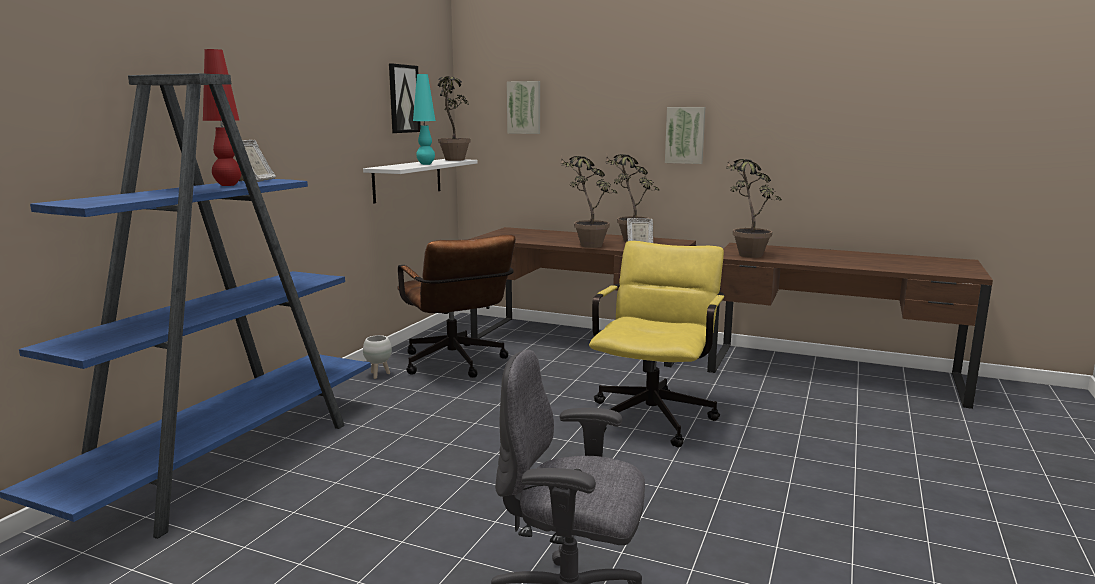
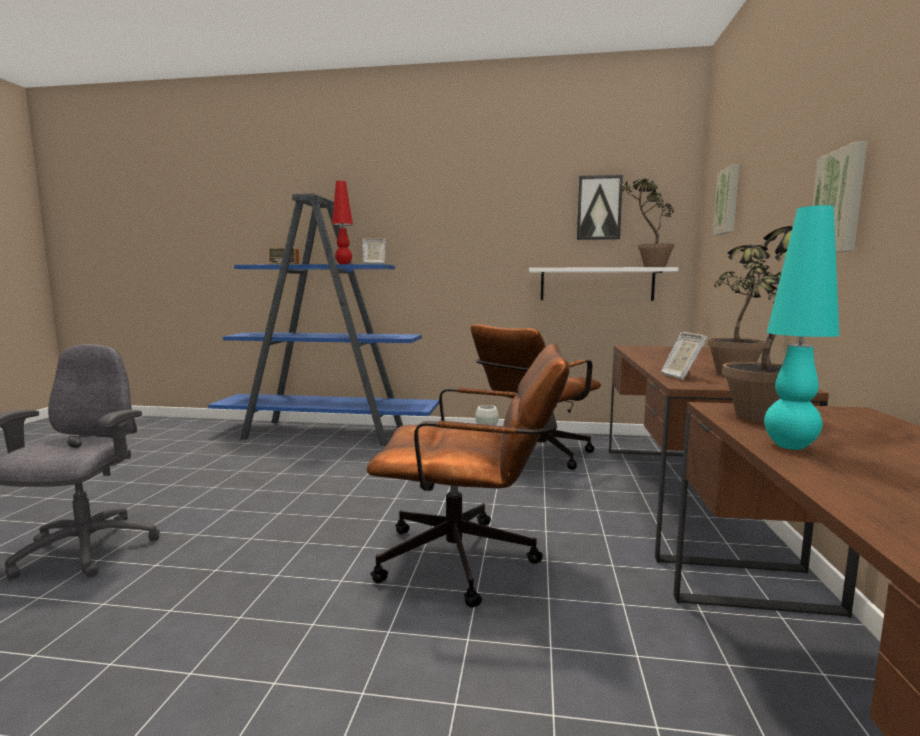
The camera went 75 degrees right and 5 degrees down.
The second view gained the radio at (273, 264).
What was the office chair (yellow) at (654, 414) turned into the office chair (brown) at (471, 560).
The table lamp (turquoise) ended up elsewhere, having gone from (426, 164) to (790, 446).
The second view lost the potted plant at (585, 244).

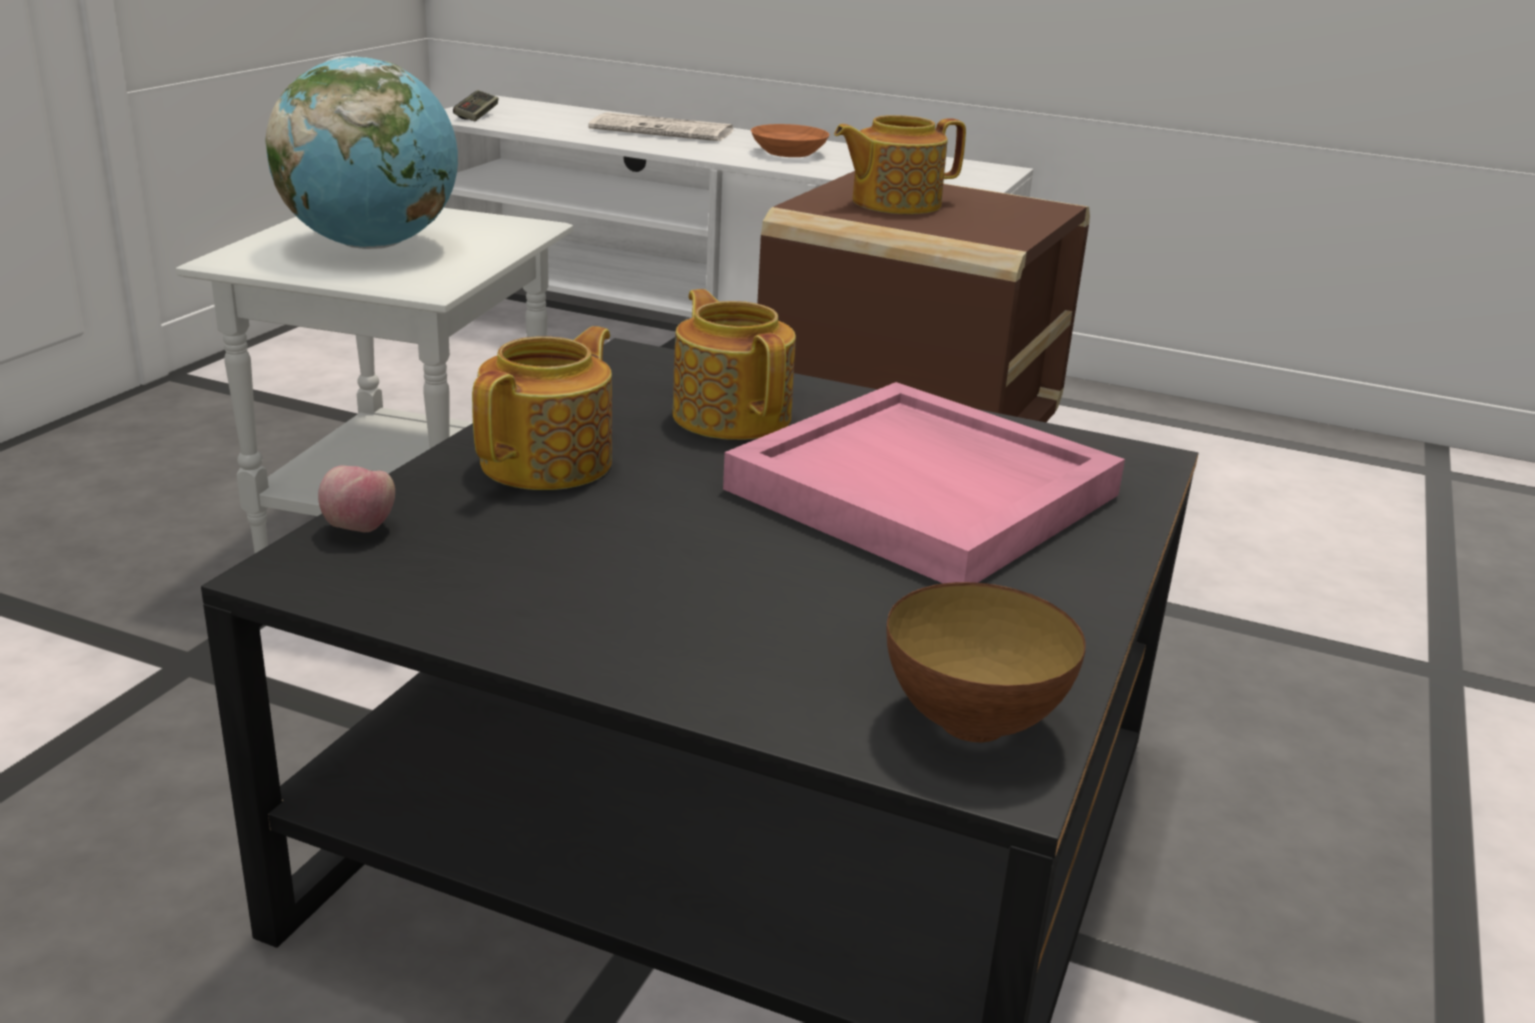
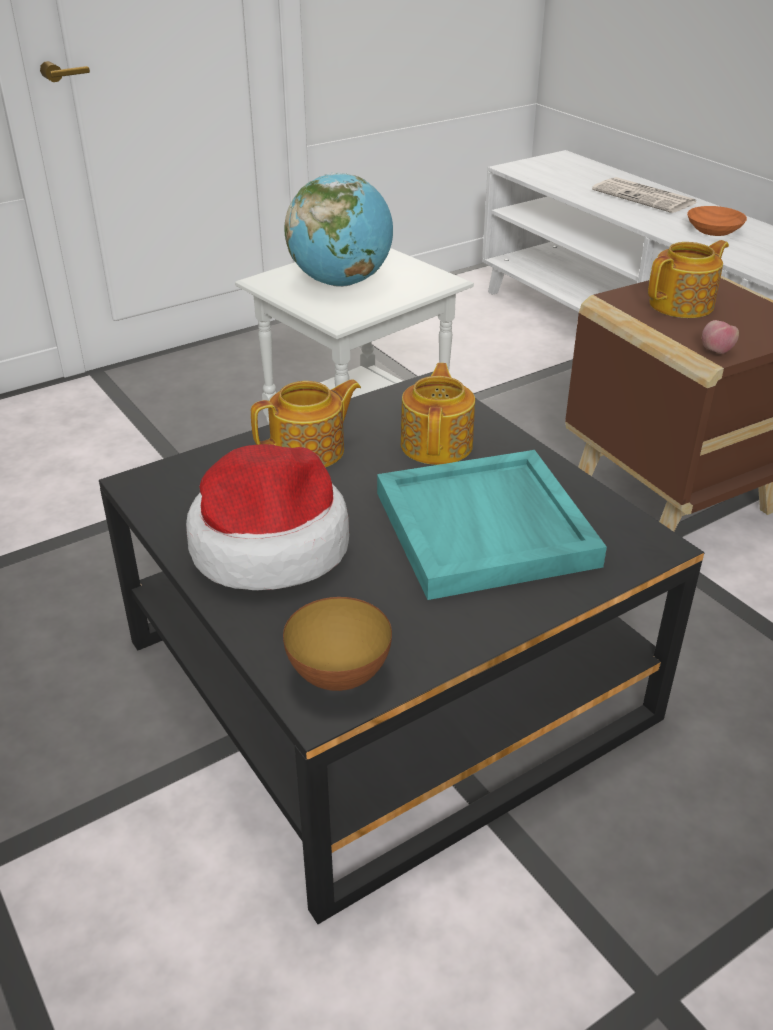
The camera went 35 degrees right and 10 degrees up.
The second view gained the hat at (269, 545).
What was the tray (pink) at (927, 492) turned into the tray (turquoise) at (487, 529).
The teapot at (893, 203) ended up facing another way, 135 degrees clockwise from before.
The apple ended up elsewhere, having gone from (359, 528) to (716, 351).
The second view lost the game controller at (476, 116).

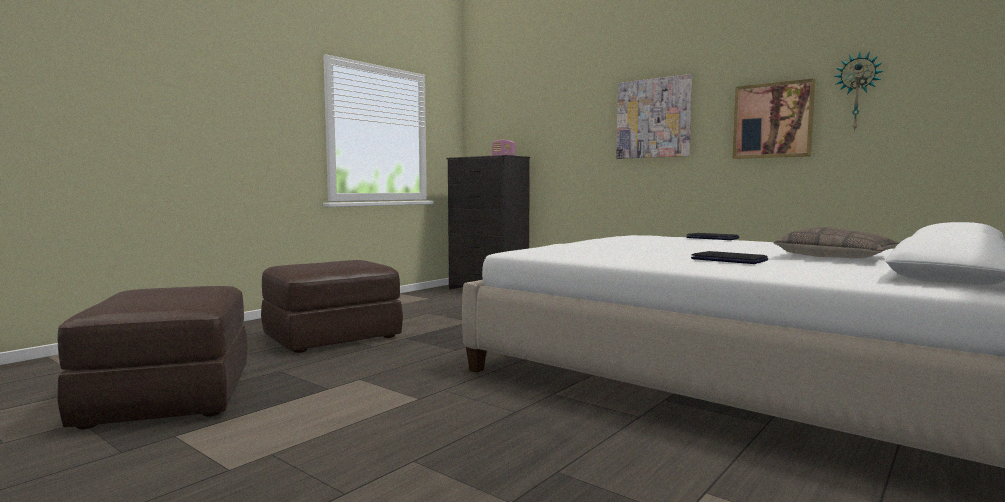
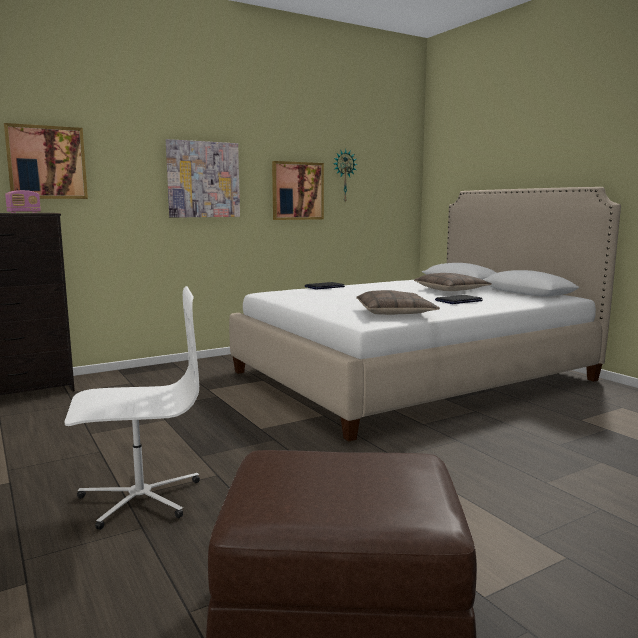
The camera went 70 degrees left and 5 degrees up.
The second view gained the picture at (47, 162).
Where the ottoman (brown) stood at (331, 337), the office chair (white) came to stand at (139, 497).
The second view gained the pillow at (395, 313).

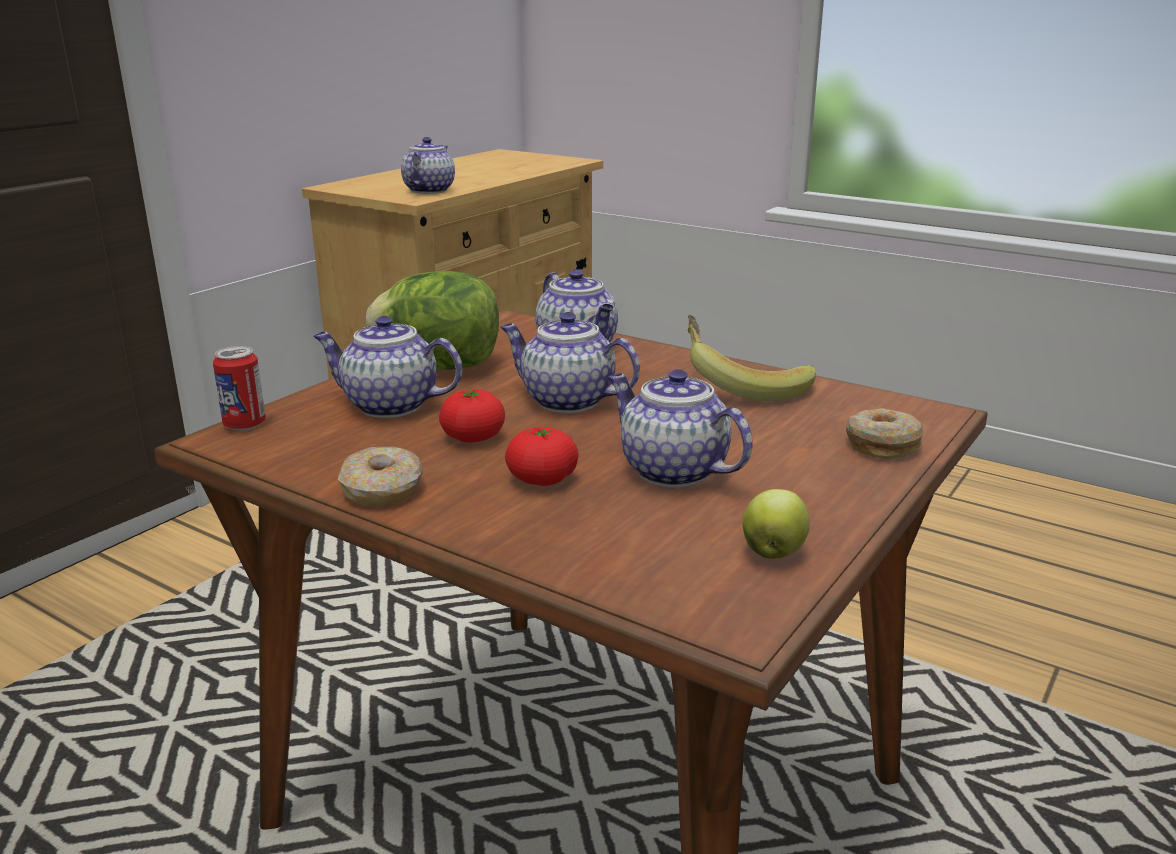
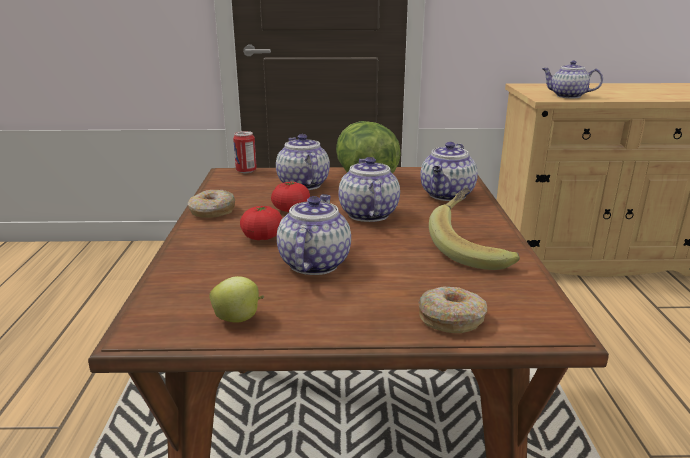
The camera went 55 degrees right and 0 degrees up.
The teapot at (429, 190) ended up facing another way, 135 degrees counterclockwise from before.

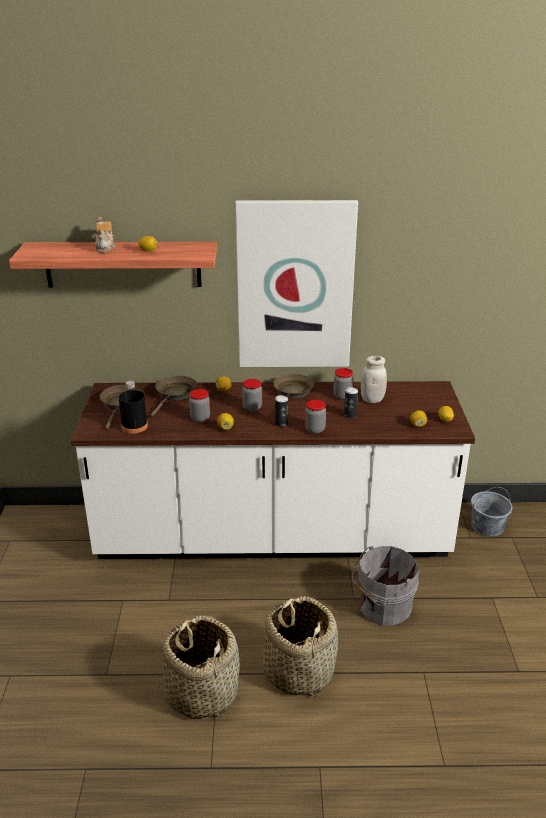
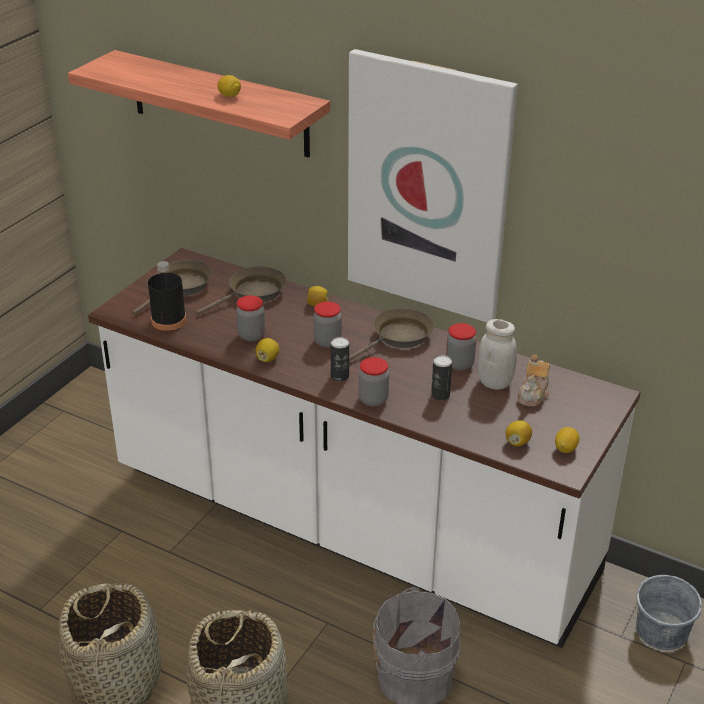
The camera went 30 degrees right and 5 degrees up.
The teapot ended up elsewhere, having gone from (105, 248) to (533, 394).

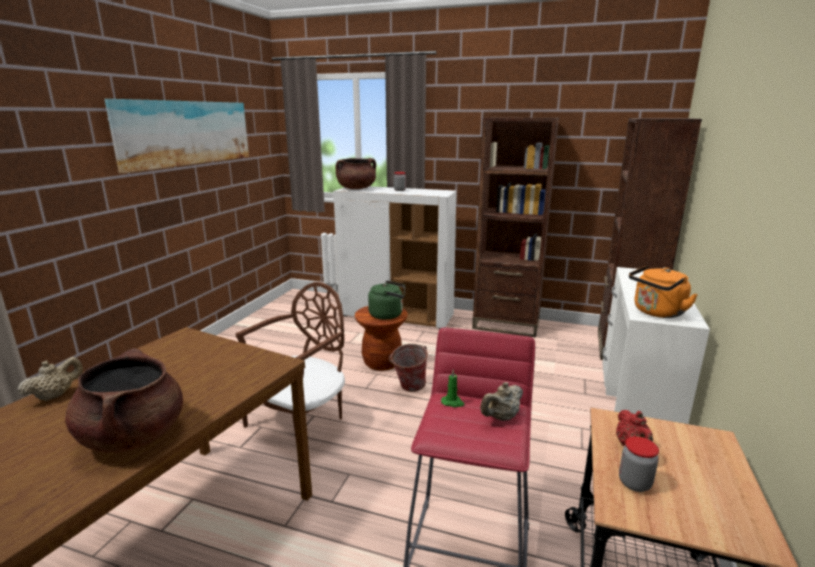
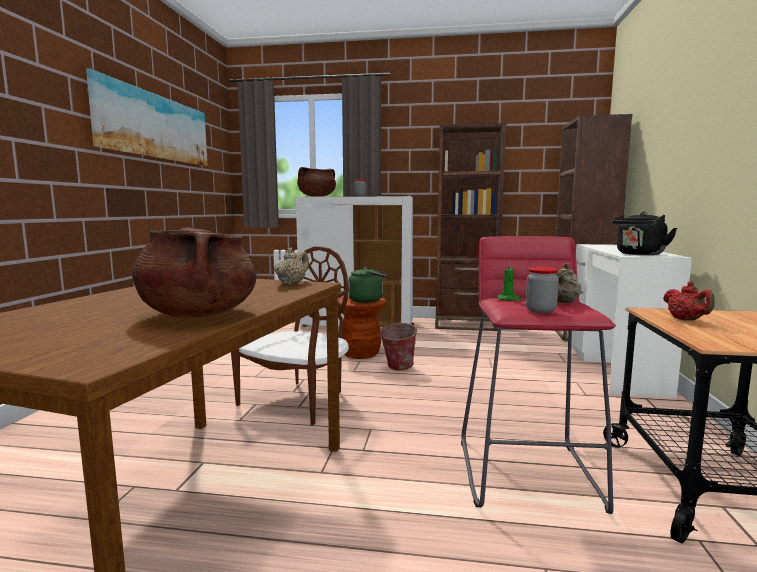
The camera went 10 degrees left and 10 degrees down.
The teapot (beige) ended up elsewhere, having gone from (56, 395) to (292, 284).
The jar ended up elsewhere, having gone from (634, 483) to (540, 311).
What was the kettle (orange) at (656, 313) turned into the kettle (black) at (639, 254).

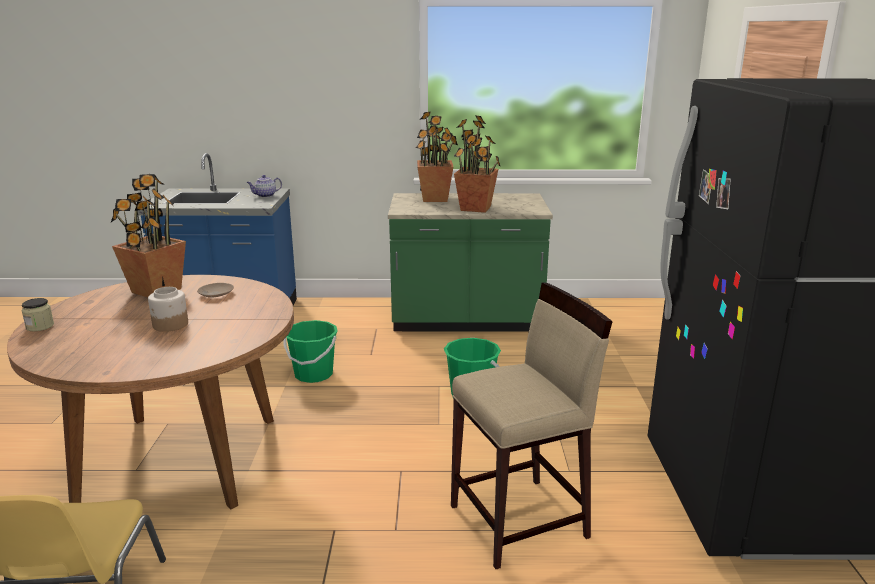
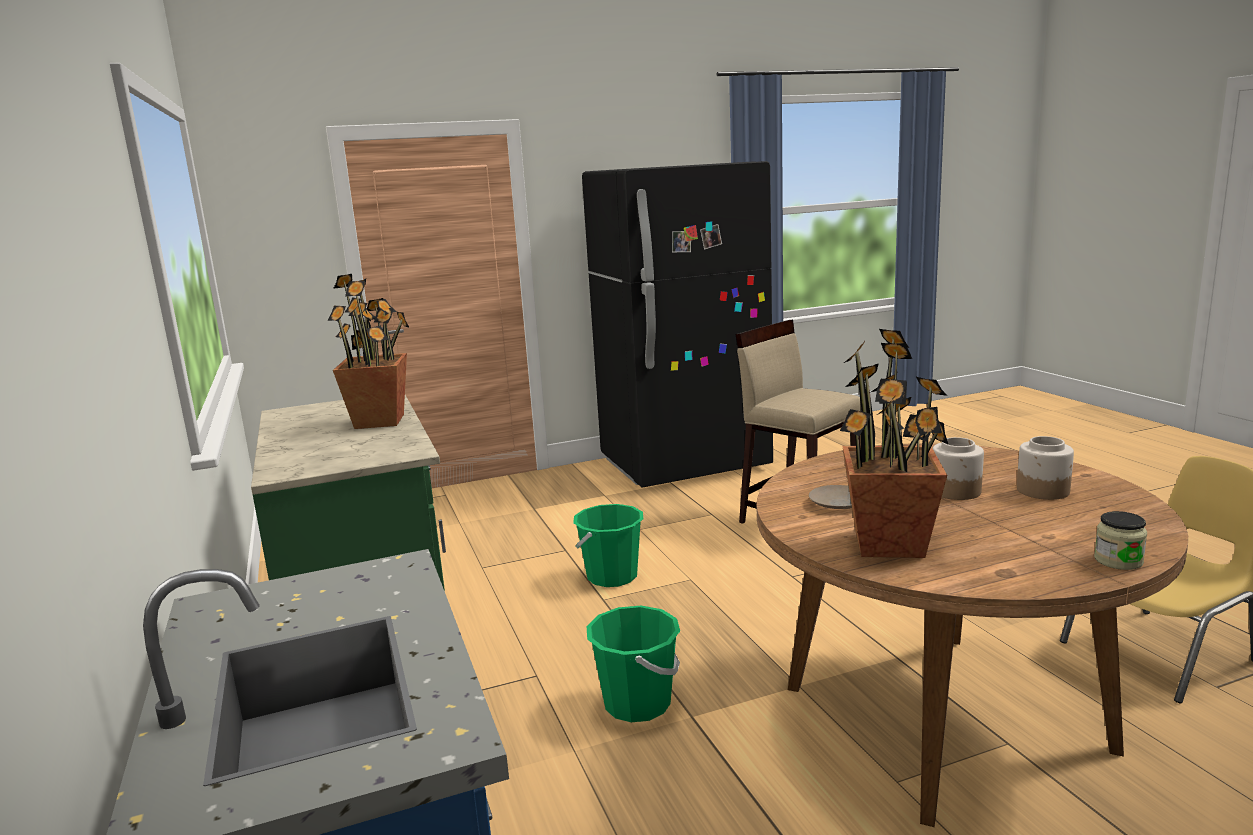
The camera went 110 degrees left and 5 degrees down.
The second view gained the jar at (1043, 491).
The second view lost the teapot at (265, 196).
The second view lost the potted plant at (435, 199).

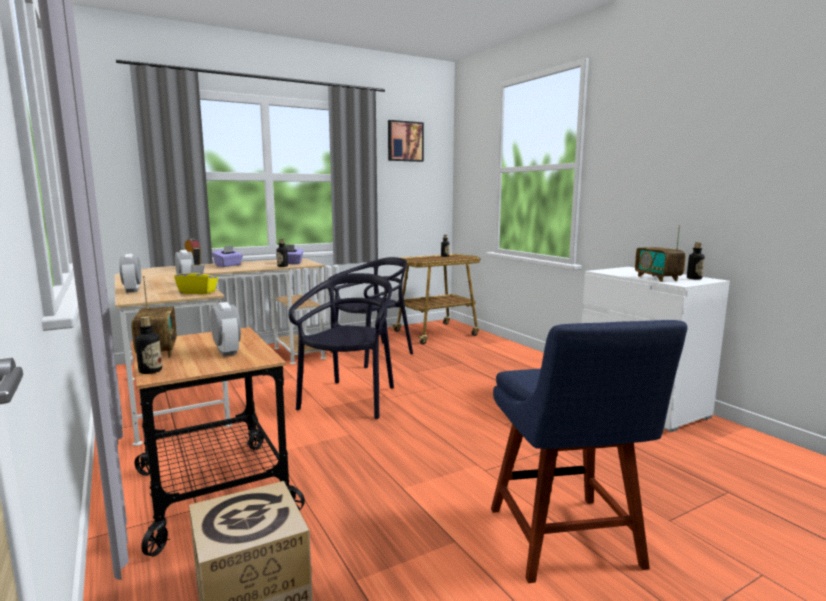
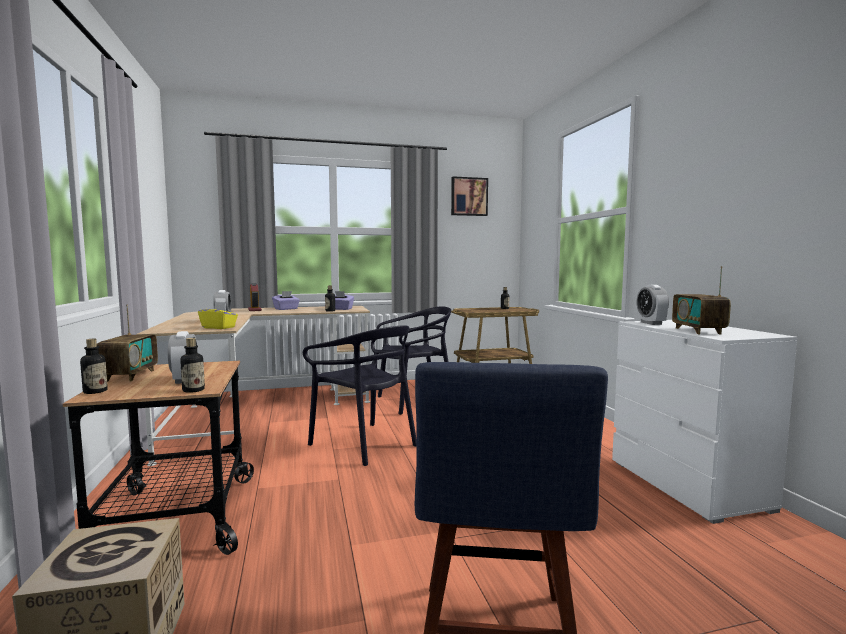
The camera went 15 degrees right and 5 degrees down.
The bottle ended up elsewhere, having gone from (694, 278) to (193, 390).
The chair (black) at (350, 399) ended up facing another way, 105 degrees clockwise from before.
The alarm clock ended up elsewhere, having gone from (133, 290) to (651, 323).

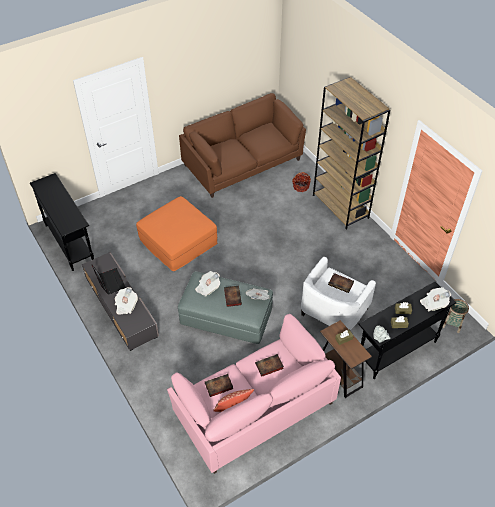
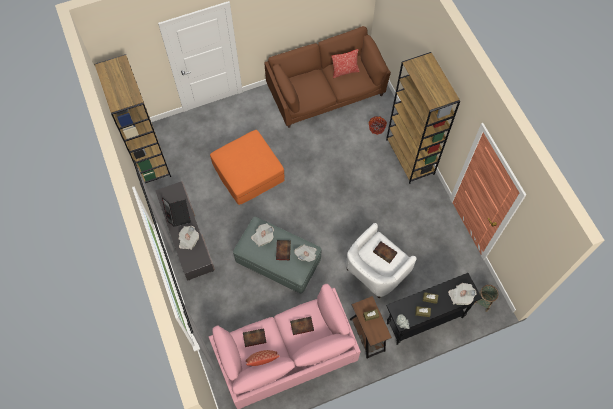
The camera went 10 degrees right and 15 degrees up.
Where the console table (black) stood at (69, 243), the bookcase (brown) came to stand at (149, 158).
The second view gained the pillow at (345, 71).

